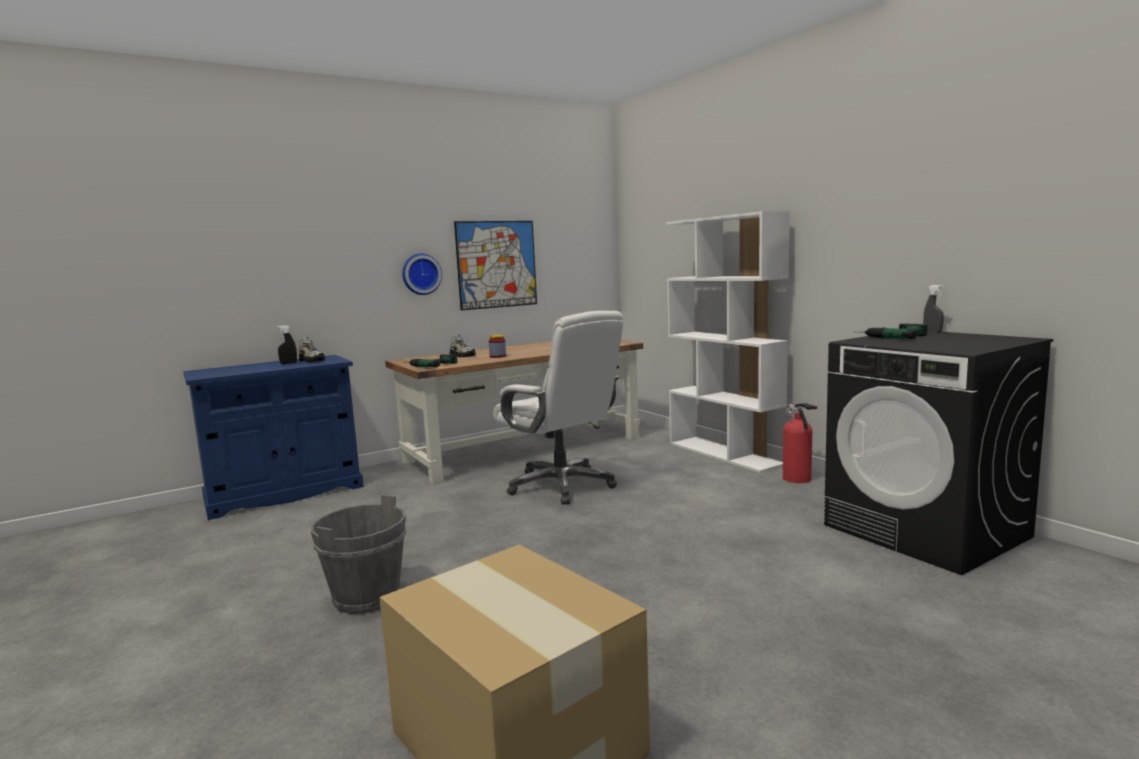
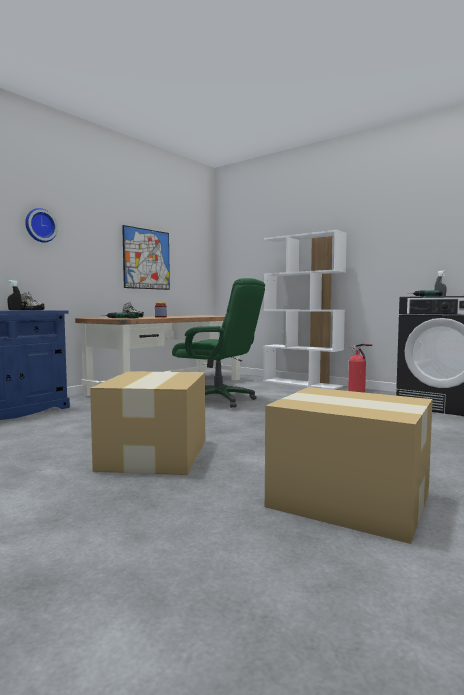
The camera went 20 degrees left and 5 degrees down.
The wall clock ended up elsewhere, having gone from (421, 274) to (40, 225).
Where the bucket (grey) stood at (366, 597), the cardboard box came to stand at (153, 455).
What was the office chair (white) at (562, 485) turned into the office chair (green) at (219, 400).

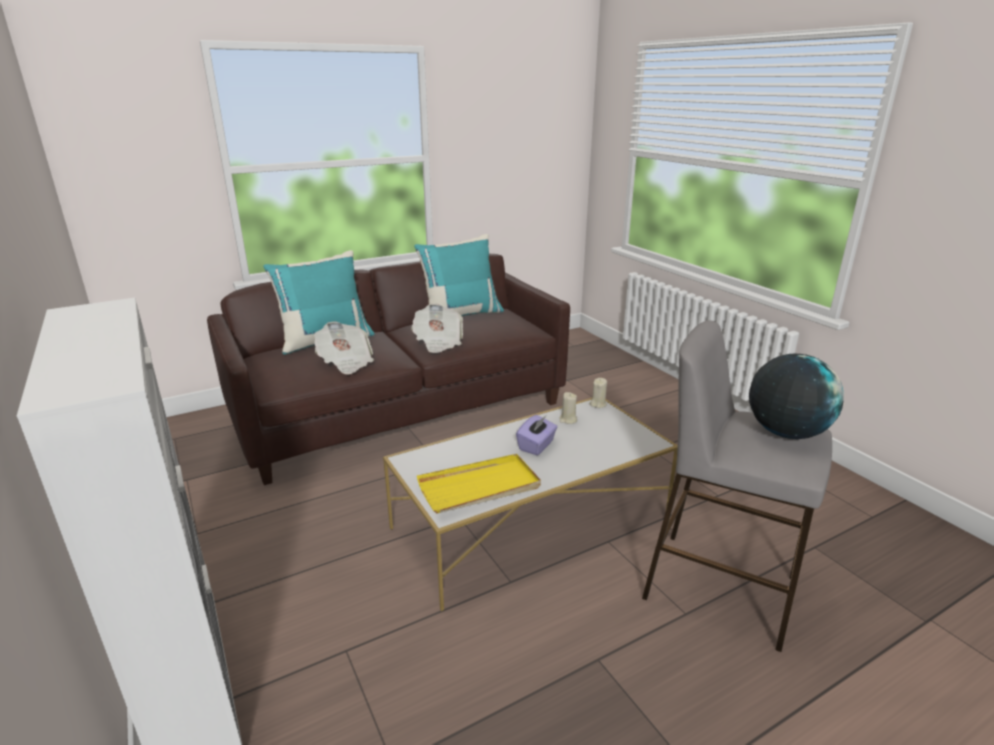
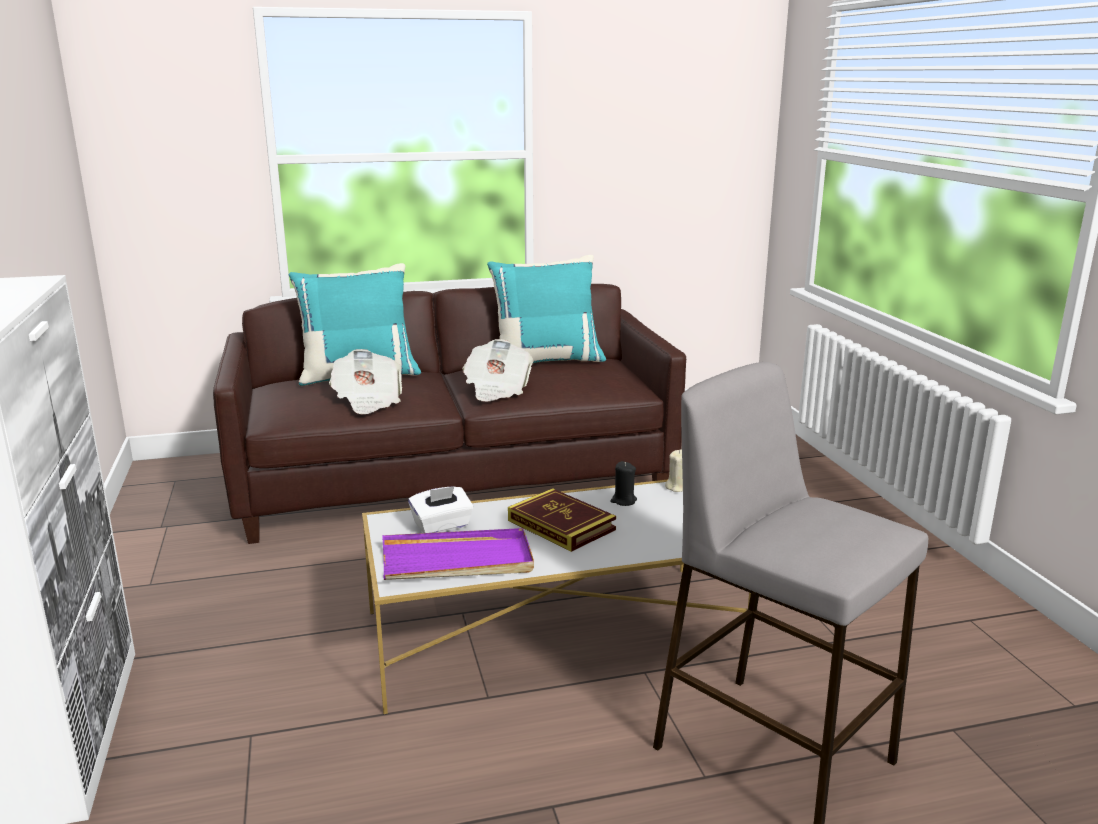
The camera went 15 degrees right and 5 degrees down.
What was the tray (yellow) at (480, 487) turned into the tray (purple) at (457, 561).
The second view gained the tissue box (white) at (442, 526).
Where the tissue box (purple) stood at (536, 445), the book came to stand at (561, 525).
What was the candle (beige) at (568, 420) turned into the candle (black) at (623, 501).
The second view lost the globe at (786, 432).

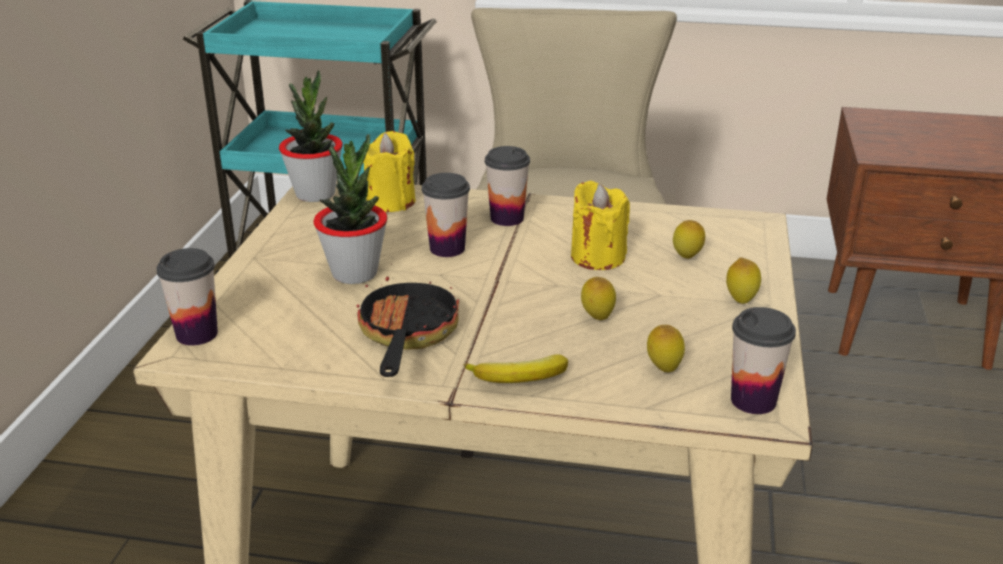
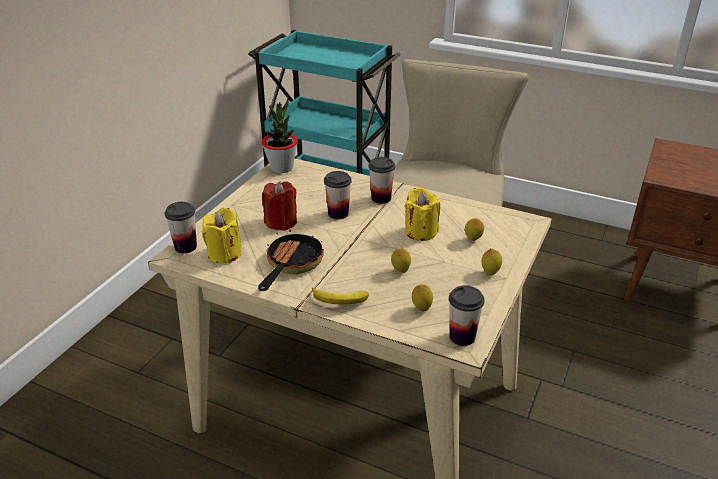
The camera went 15 degrees right and 5 degrees up.
The candle (yellow) ended up elsewhere, having gone from (391, 202) to (224, 254).
Where the potted plant stood at (355, 273), the candle (red) came to stand at (281, 222).

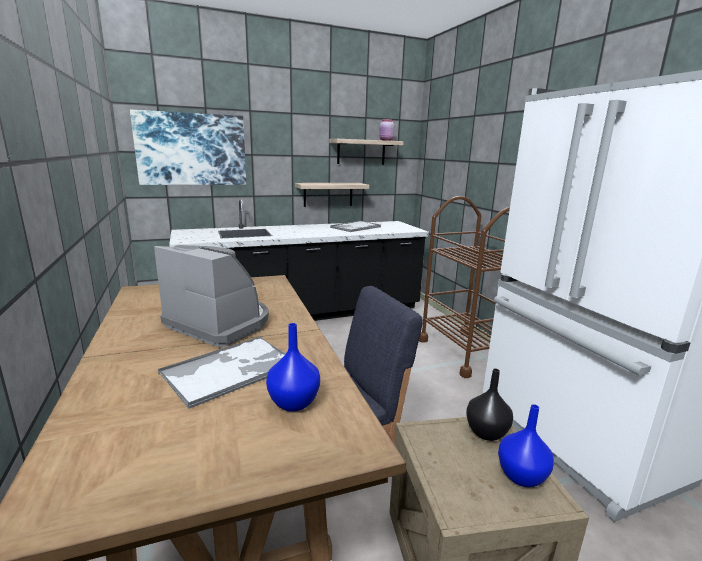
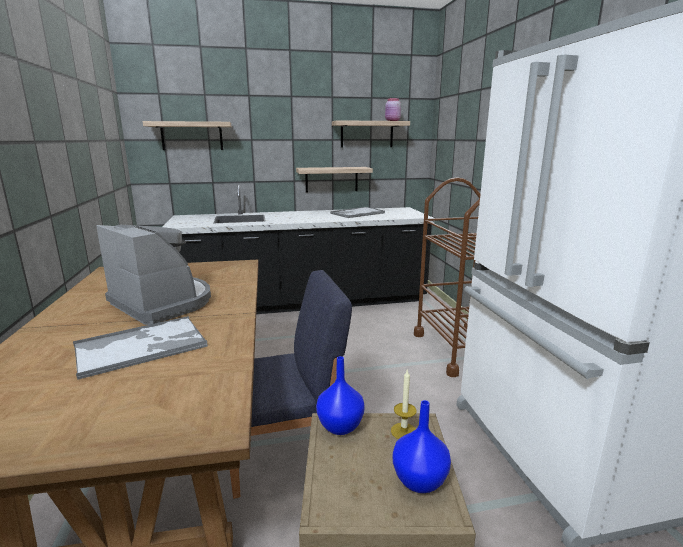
The camera went 10 degrees right and 0 degrees up.
Where the picture hung at (192, 149), the shelf came to hang at (192, 136).
The vase (blue) ended up elsewhere, having gone from (294, 402) to (341, 426).
Where the vase (black) stood at (485, 433), the candle came to stand at (403, 431).

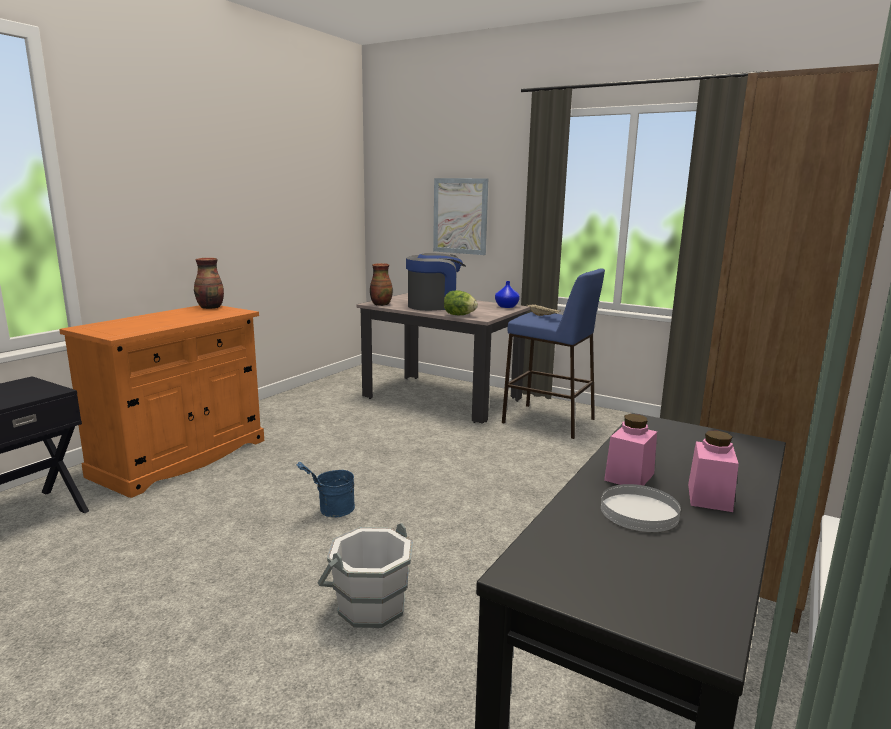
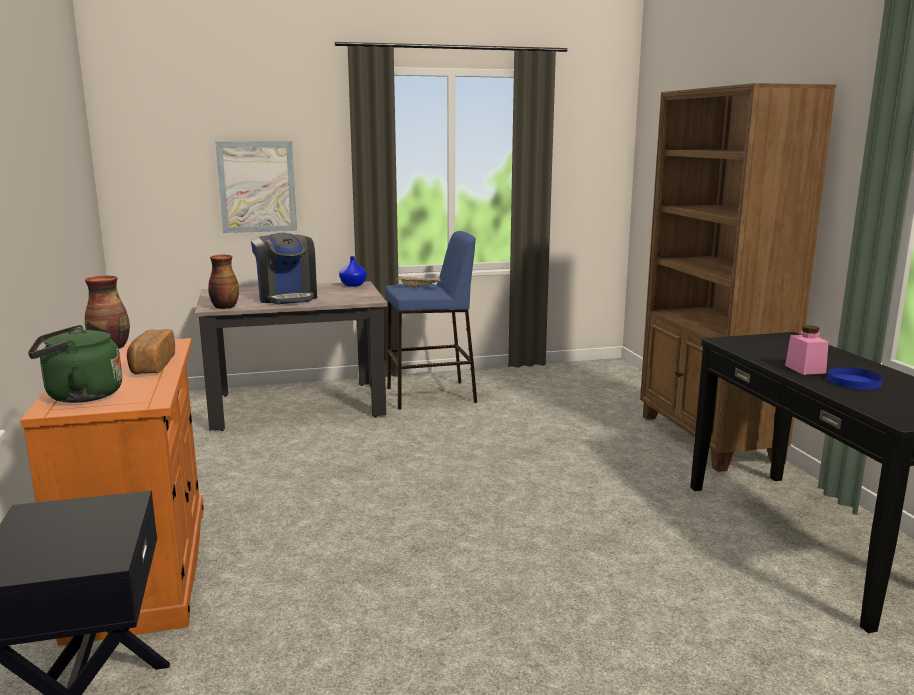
The camera went 45 degrees left and 0 degrees up.
The second view gained the kettle (green) at (79, 396).
The second view gained the bread at (151, 366).
The coffee machine at (435, 306) ended up facing another way, 135 degrees clockwise from before.
What was the plate (white) at (639, 511) turned into the plate (blue) at (853, 381).
The second view lost the bucket (blue) at (331, 511).
The second view lost the bucket (white) at (370, 605).
The second view lost the lettuce at (459, 315).
The second view lost the jar (pink) at (709, 497).

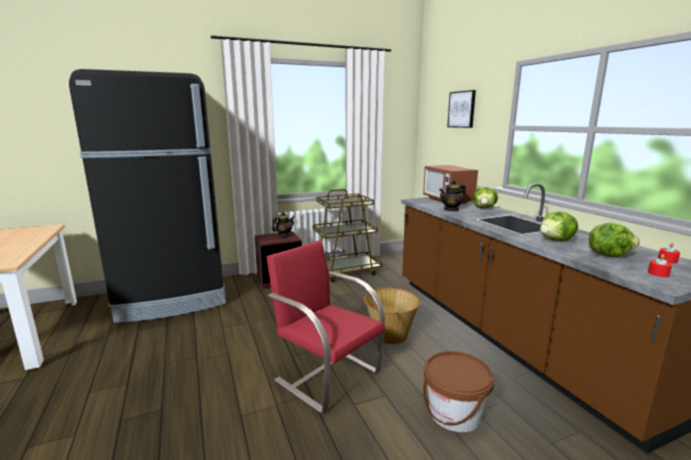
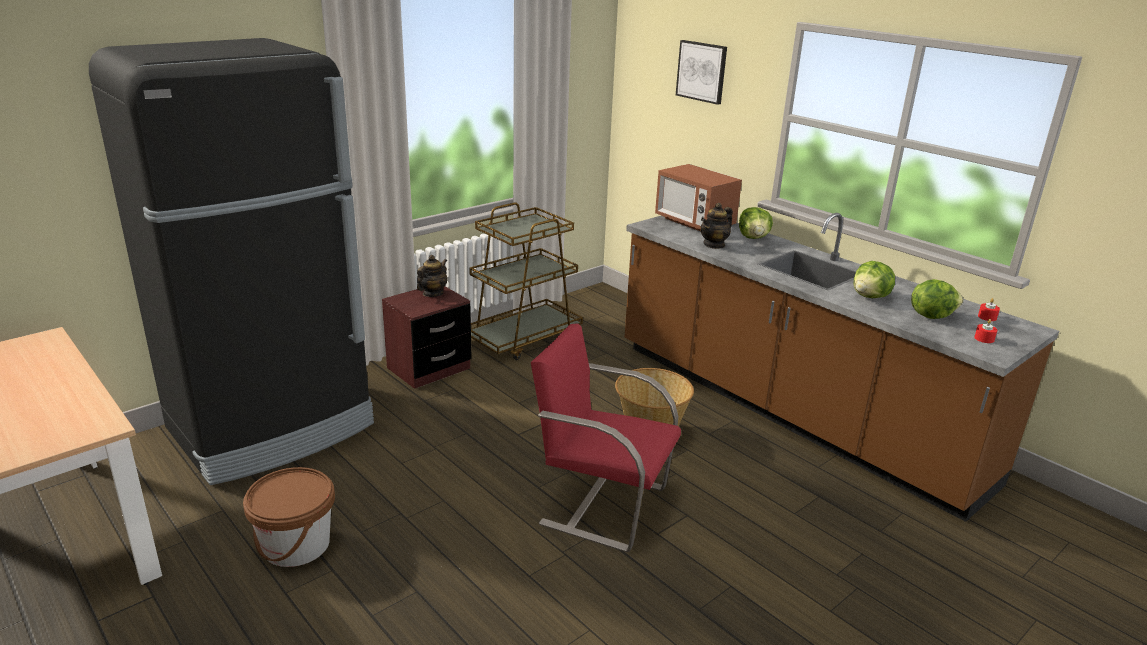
The camera went 20 degrees left and 10 degrees up.
The bucket (brown) ended up elsewhere, having gone from (454, 413) to (296, 545).

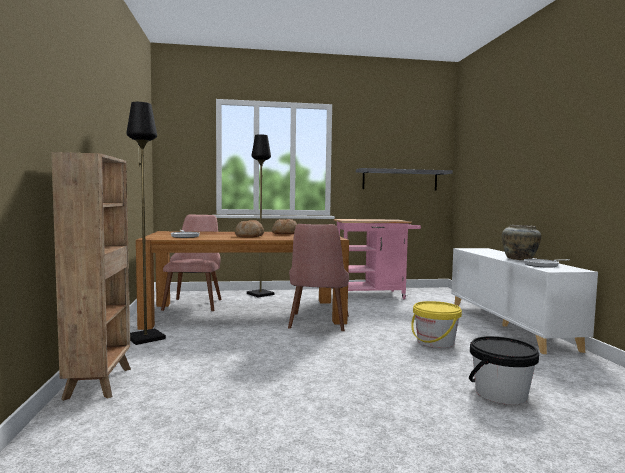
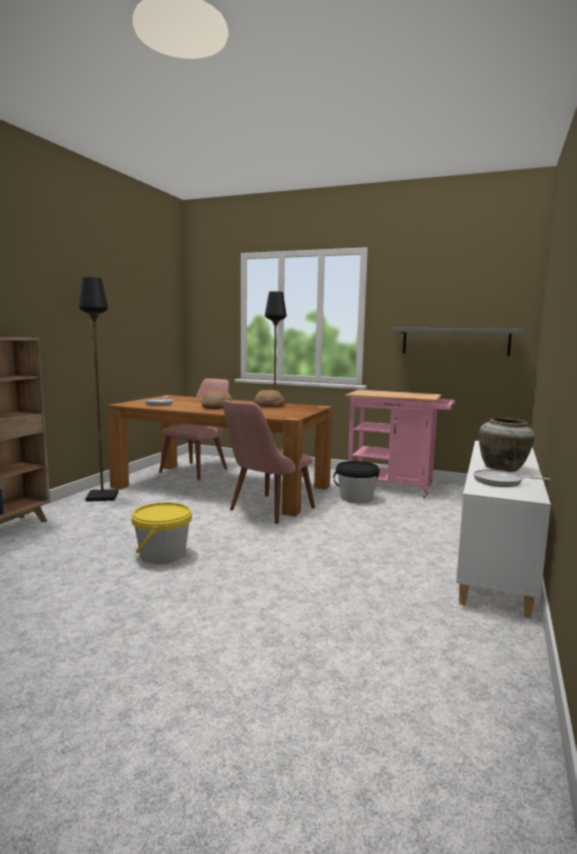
The camera went 30 degrees right and 5 degrees up.
The bucket (yellow) ended up elsewhere, having gone from (435, 342) to (162, 554).
The bucket (black) ended up elsewhere, having gone from (500, 393) to (356, 498).

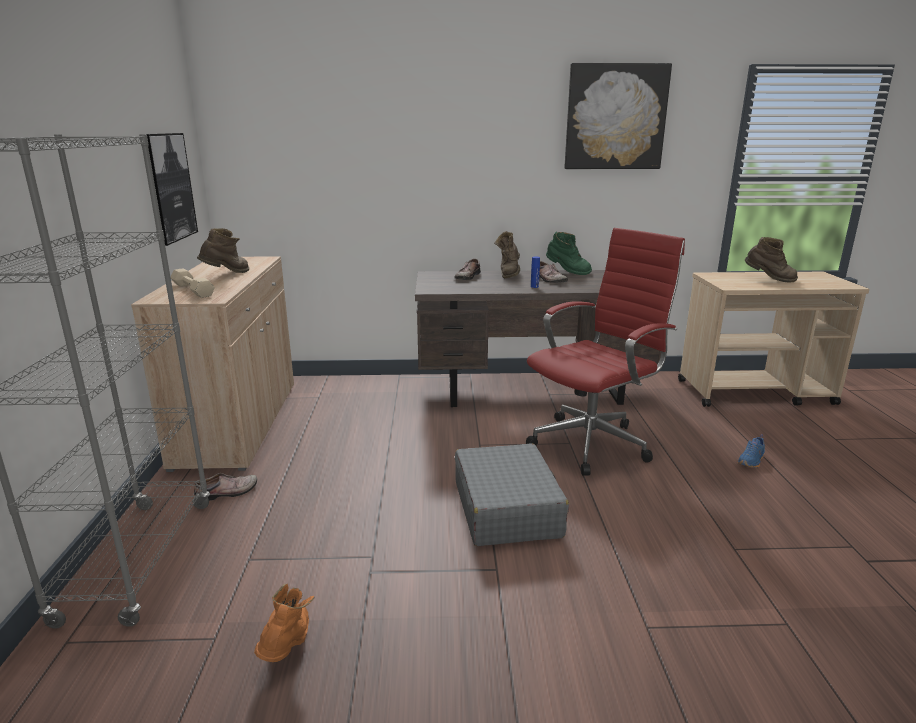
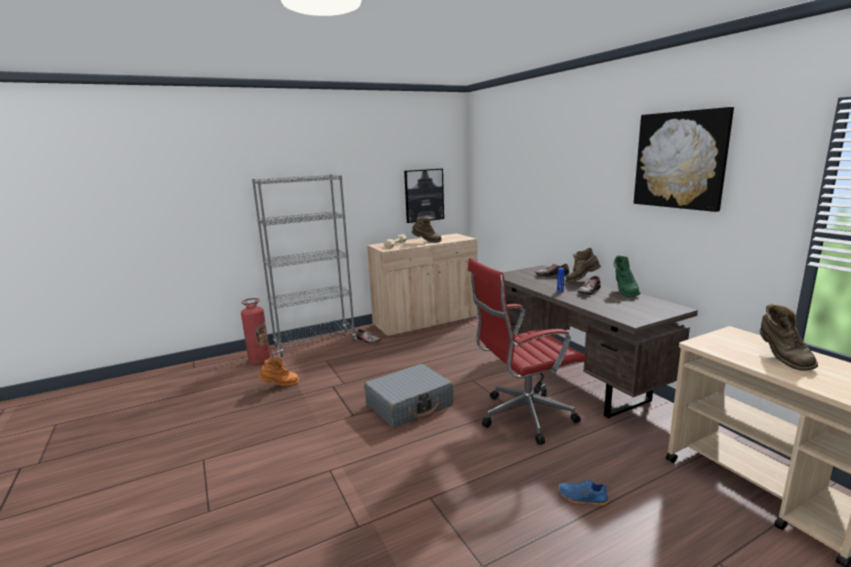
The camera went 65 degrees right and 5 degrees down.
The second view gained the fire extinguisher at (259, 361).
The office chair (red) at (593, 443) ended up facing another way, 135 degrees clockwise from before.

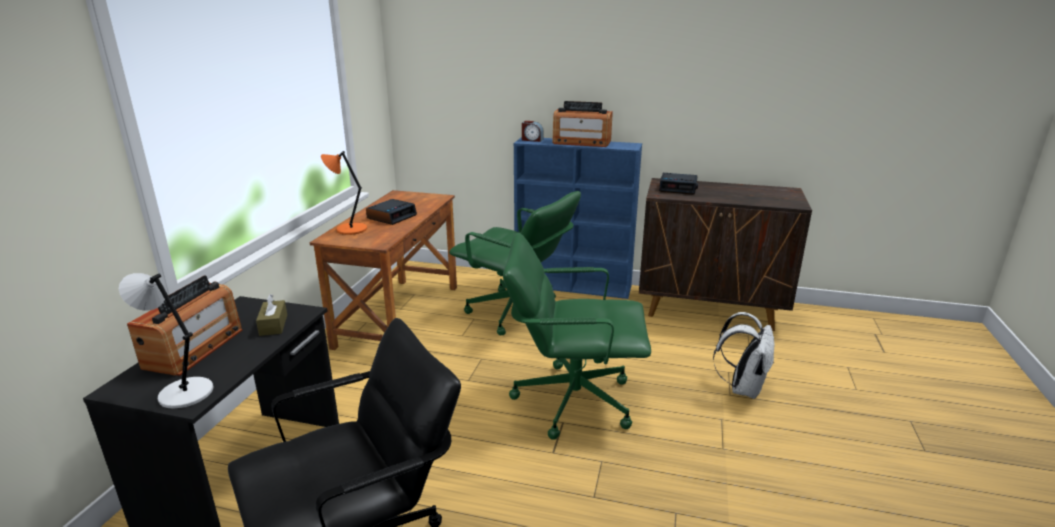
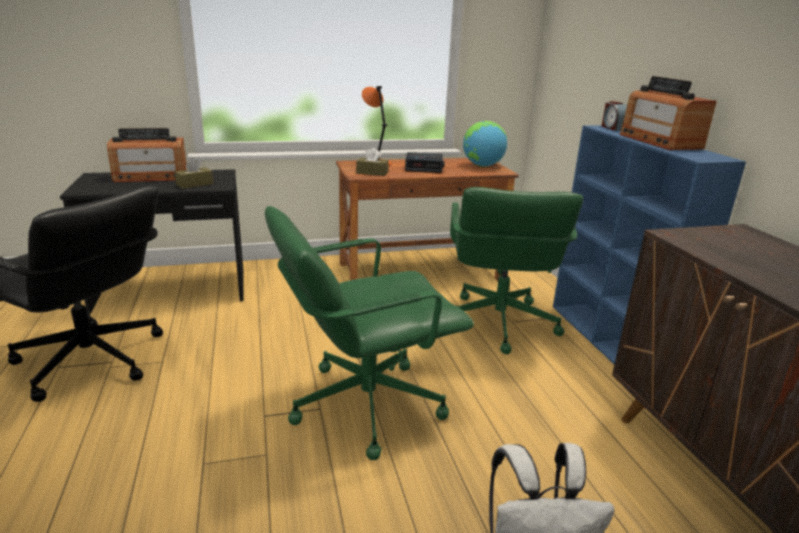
The camera went 60 degrees right and 0 degrees up.
The office chair (green) at (572, 400) ended up facing another way, 90 degrees counterclockwise from before.
The second view gained the tissue box (brown) at (372, 173).
The second view gained the globe at (482, 165).
The second view lost the table lamp (grey) at (183, 393).
The second view lost the alarm clock at (678, 188).

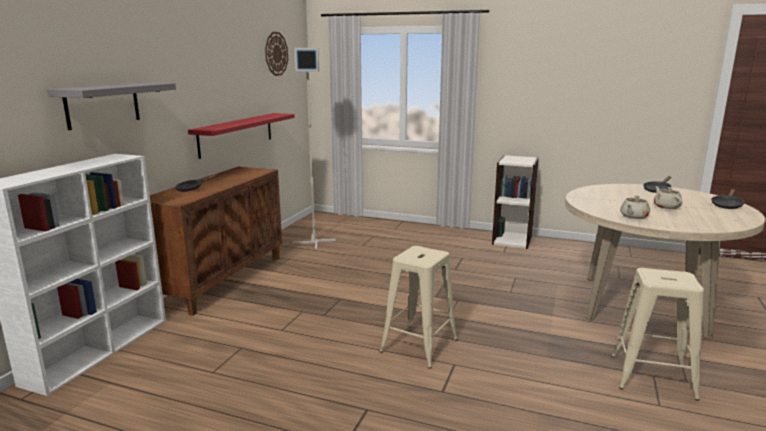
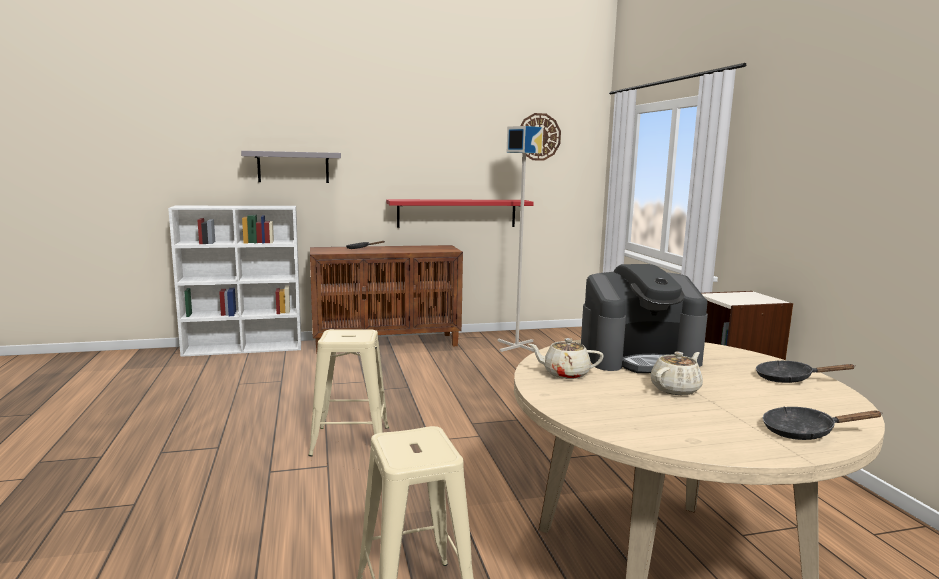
The camera went 55 degrees right and 5 degrees down.
The second view gained the coffee machine at (639, 357).

